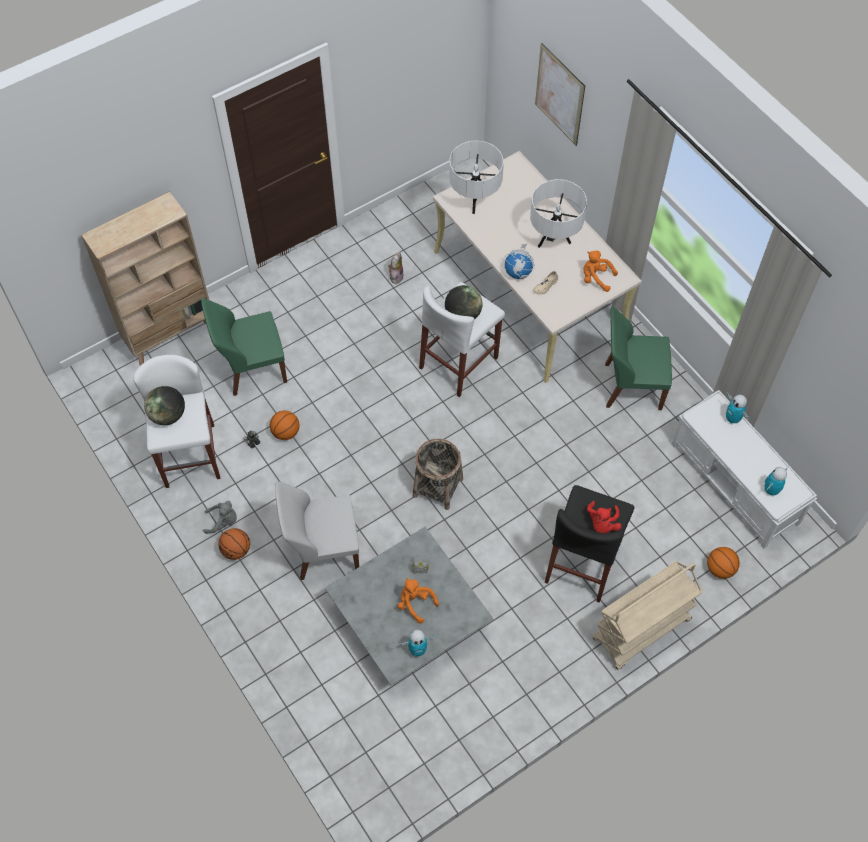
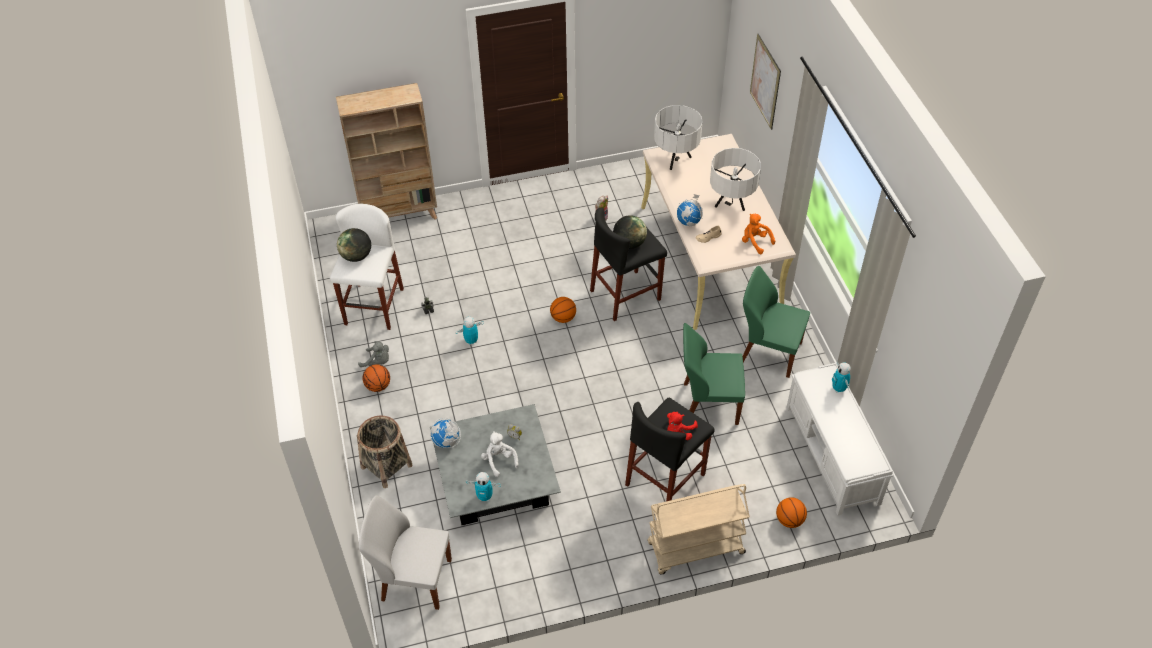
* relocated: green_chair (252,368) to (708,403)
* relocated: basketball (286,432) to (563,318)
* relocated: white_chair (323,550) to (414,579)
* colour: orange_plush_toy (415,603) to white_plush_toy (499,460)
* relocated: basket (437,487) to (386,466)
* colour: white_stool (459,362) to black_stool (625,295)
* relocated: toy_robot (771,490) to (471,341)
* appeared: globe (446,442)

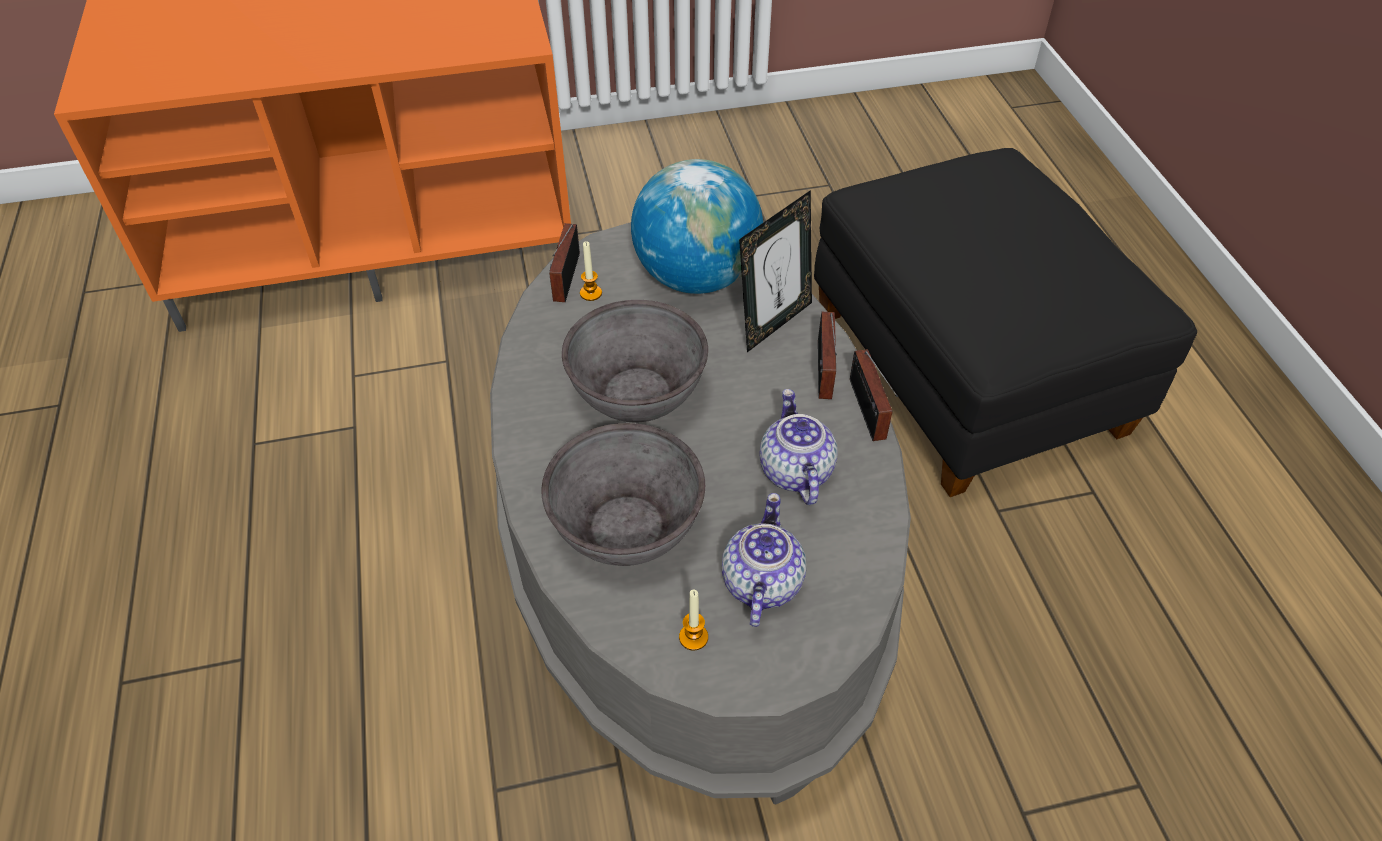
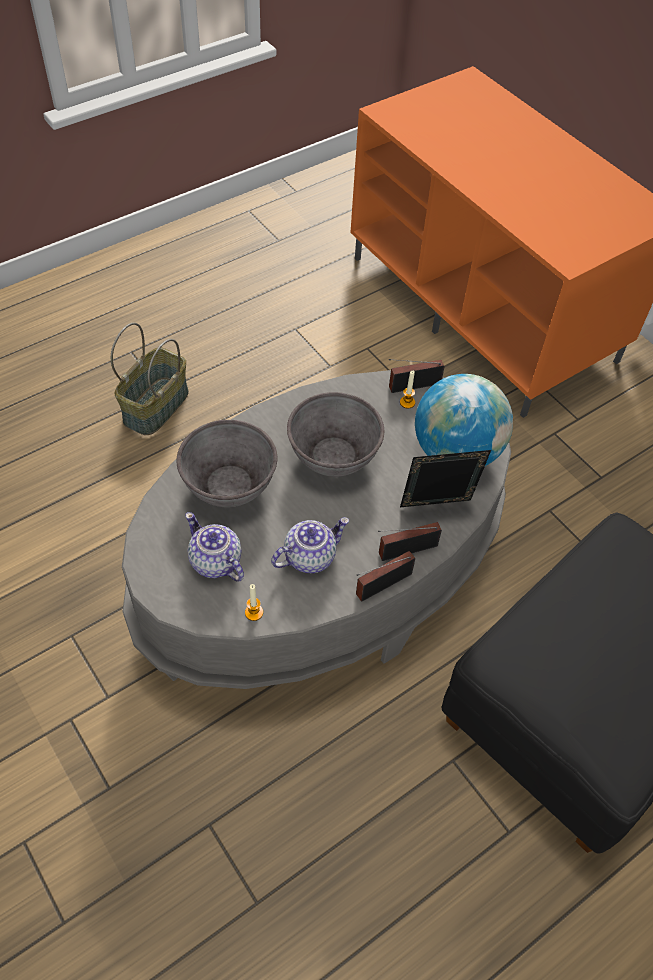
* relocated: candle (693,637) to (254,612)
* spun: teapot (760,583) = (215,562) 120 degrees counterclockwise
* spun: picture_frame (774,323) = (436,508) 150 degrees clockwise
* appeared: basket (155,405)

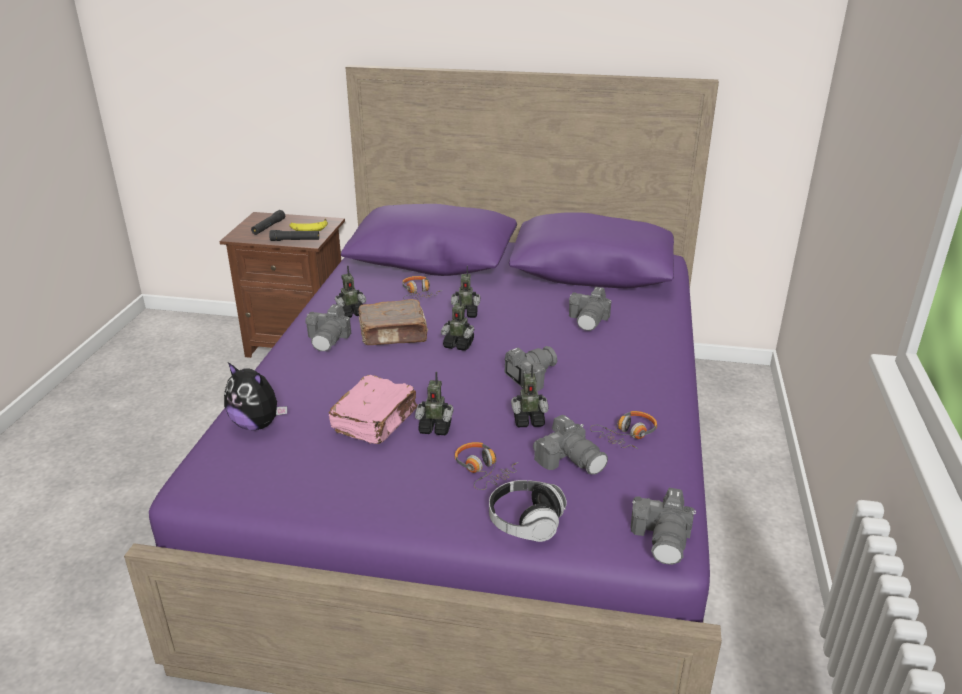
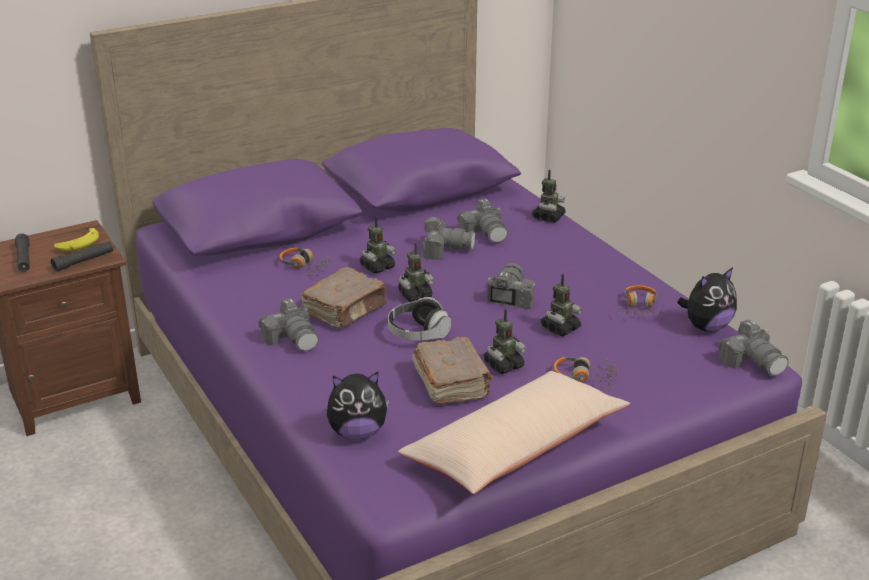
* colour: pink_book (376,421) to brown_book (451,383)
* relocated: toy_robot (351,313) to (548,217)
* relocated: headphones (525,522) to (418,333)
* relocated: photo_camera (570,460) to (445,249)
* appeared: beige_pillow (515,448)
* appeared: plush_toy (706,327)

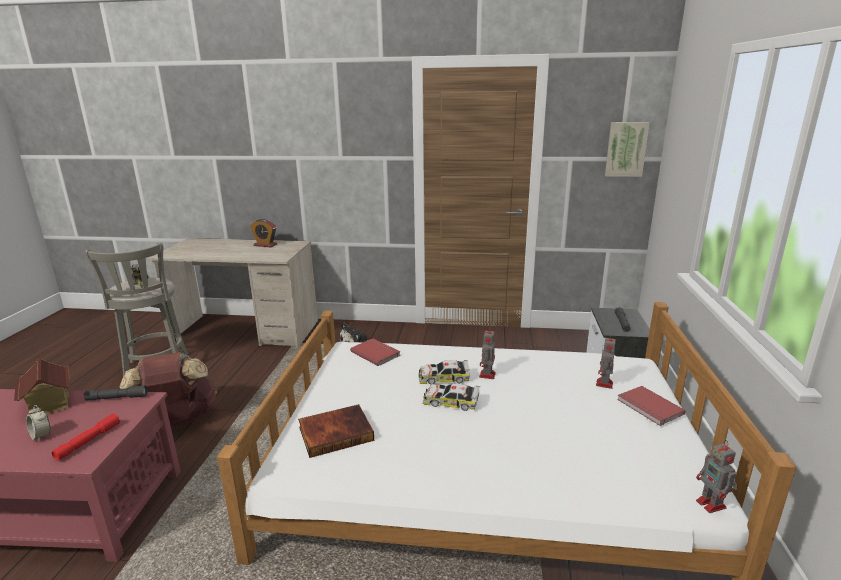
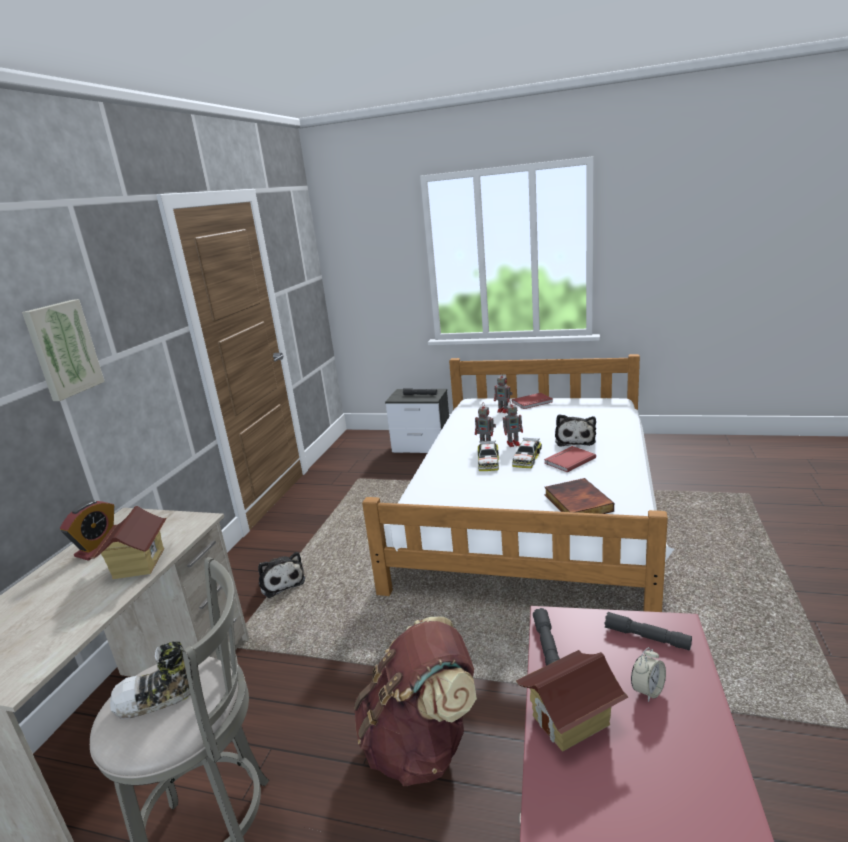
* colour: red_flashlight (88,441) to grey_flashlight (647,637)
* relocated: red_book (376,353) to (568,460)
* relocated: picture (626,149) to (62,349)
* relocated: toy_robot (712,505) to (514,443)
* appeared: toy_house (138,564)
* appeared: plush_toy (575,440)

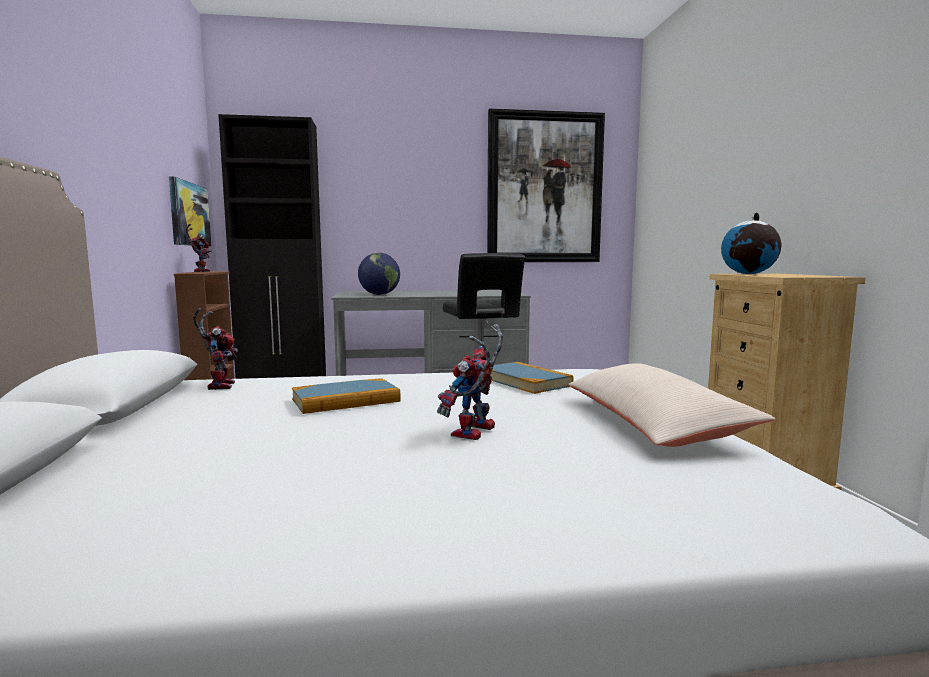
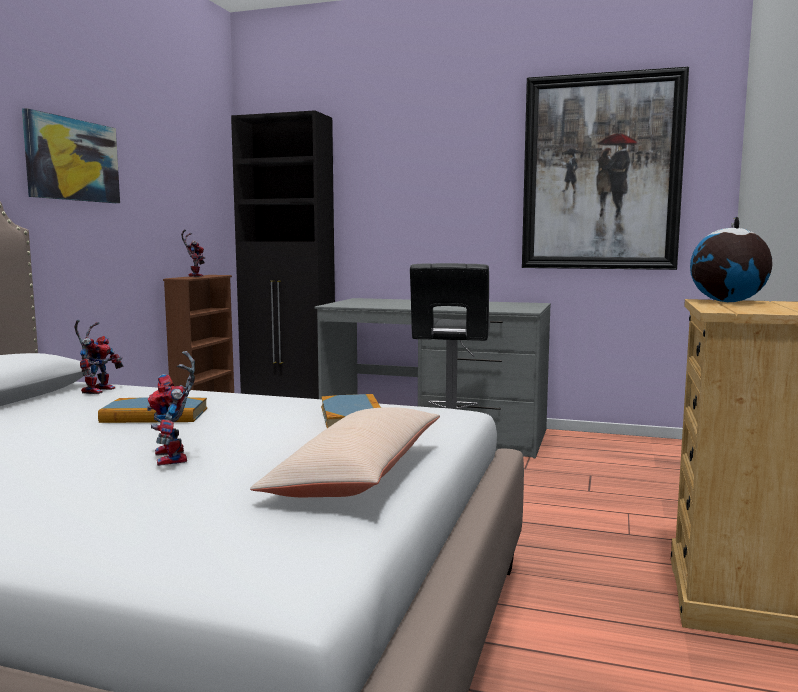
* relocated: picture (189,214) to (72,160)
* missing: globe (379,294)
* spun: toy_robot (474,433) = (175,458) 75 degrees counterclockwise

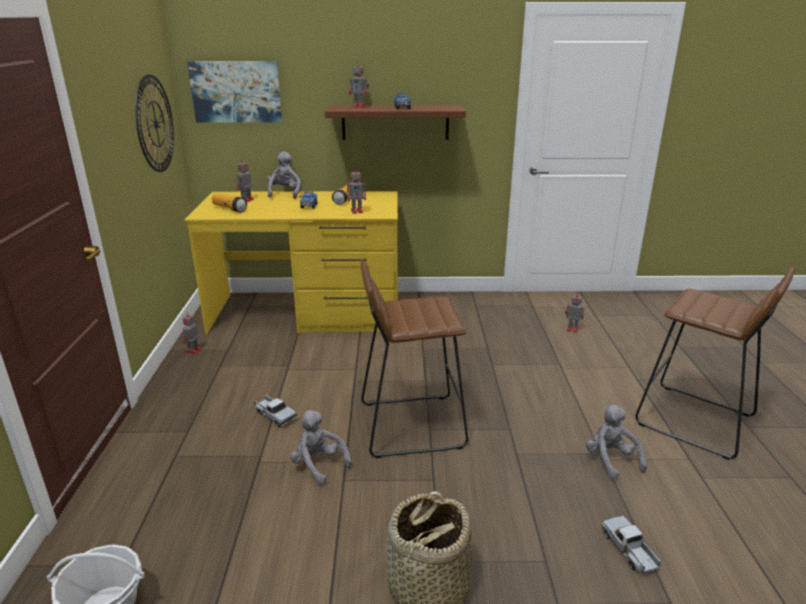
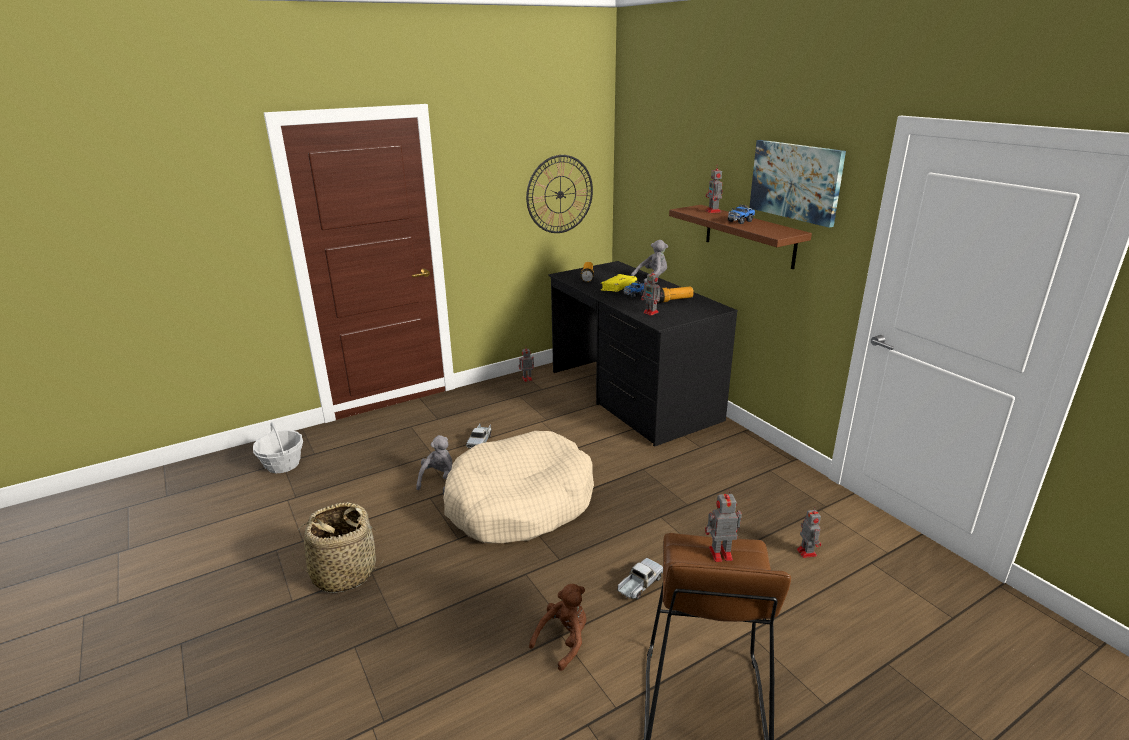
* colour: yellow_desk (307,313) to black_desk (632,395)
* relocated: picture (236,92) to (795,181)
* relocated: toy_robot (246,200) to (719,554)
* exchanged: brown_stool (410,424) to beige_dog_bed (519,503)
* colour: grey_plush_toy (611,460) to brown_plush_toy (564,641)
* relocated: toy_truck (629,550) to (639,584)
* appeared: yellow_book (618,288)

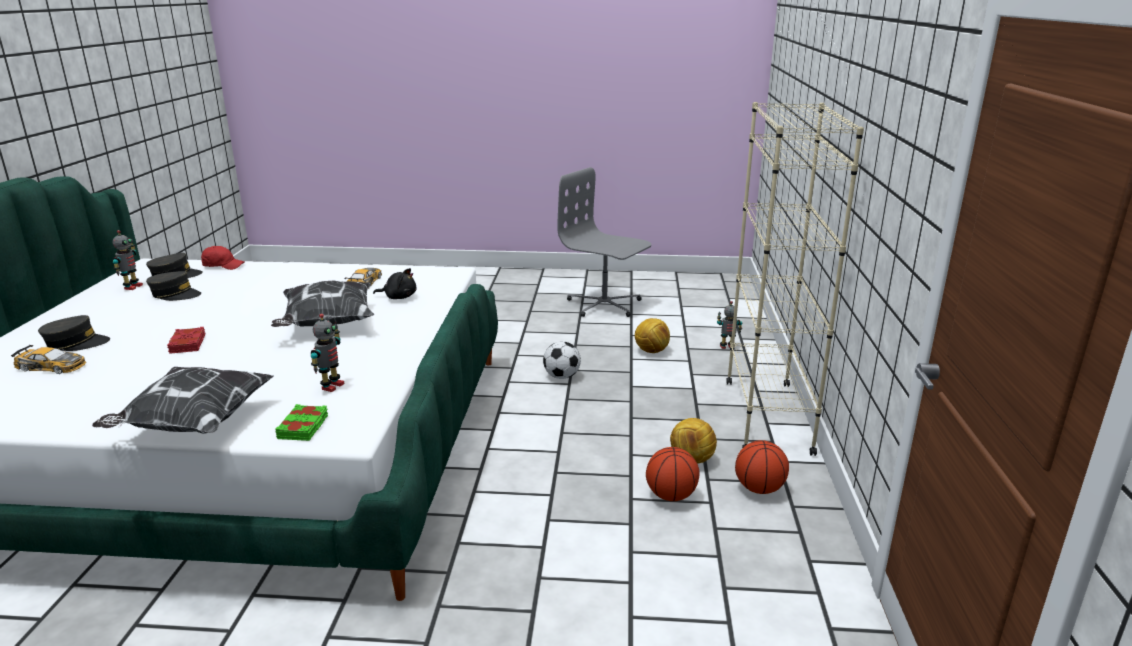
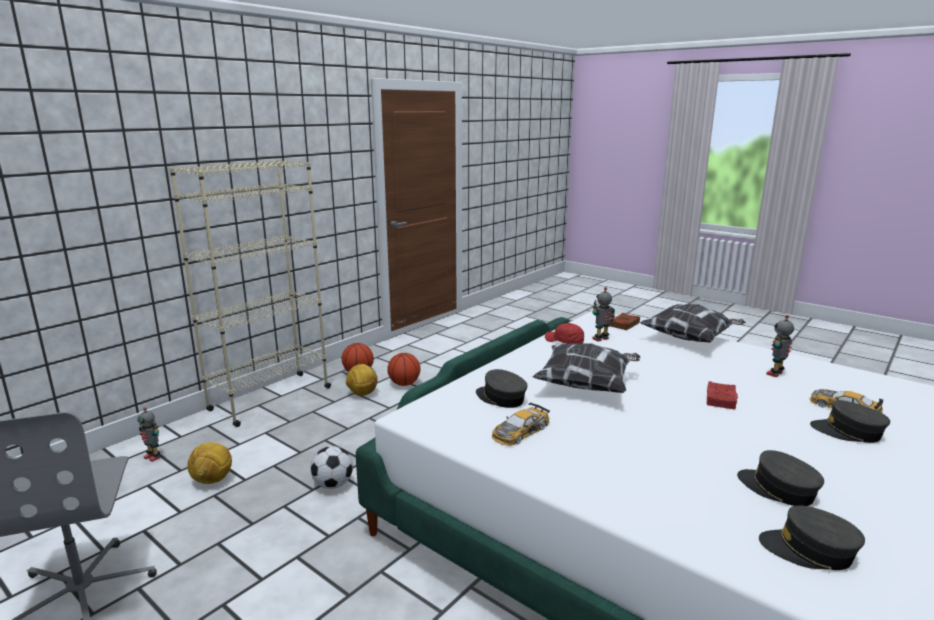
* relocated: toy_robot (132,287) to (776,374)
* relocated: red_cap (223,266) to (564,342)
* colour: green_book (304,427) to brown_book (623,324)
* exchanged: black_plush_toy (399,297) to grey_cap (501,398)

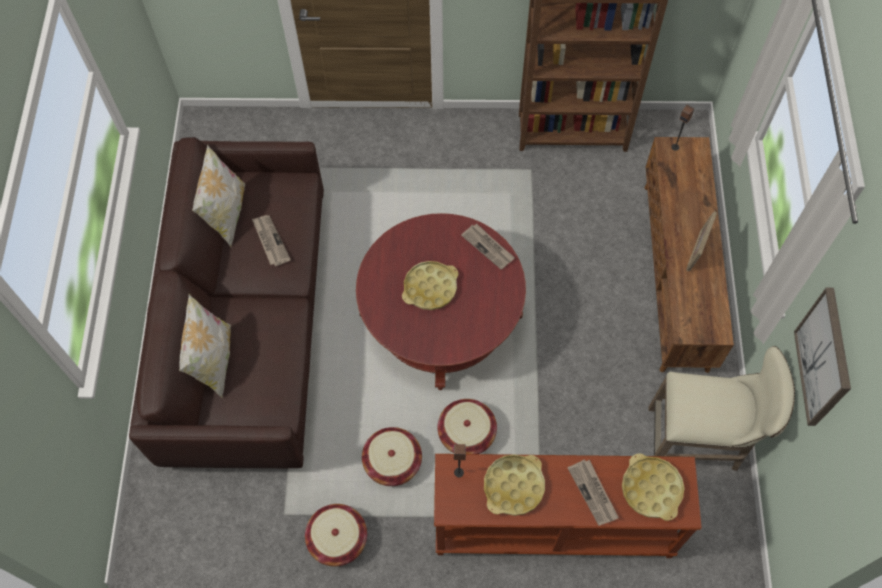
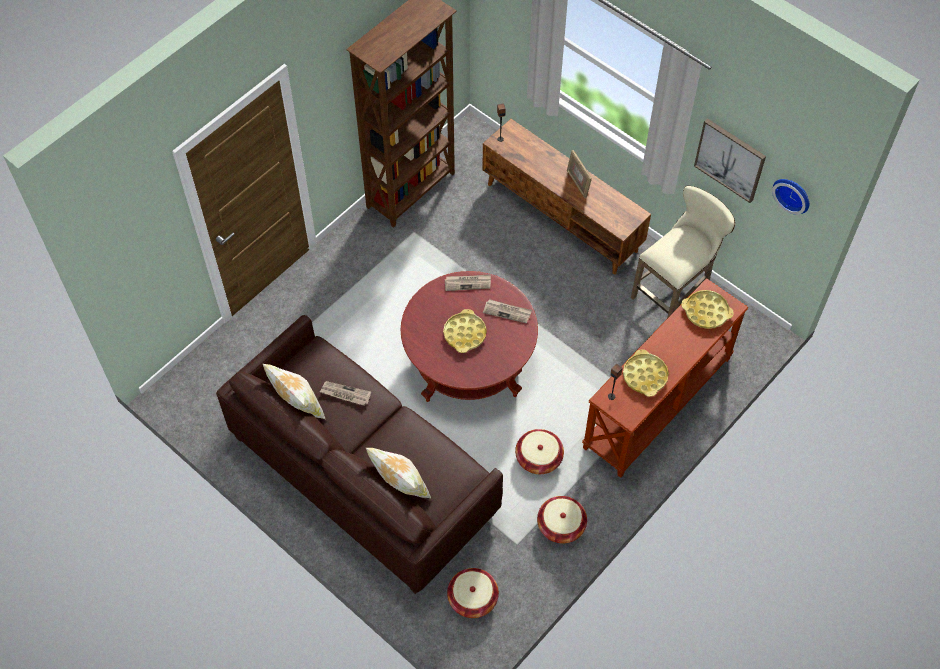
* relocated: basket (466,433) to (472,598)
* relocated: newspaper (593,493) to (507,312)
* appeared: wall_clock (793,194)

